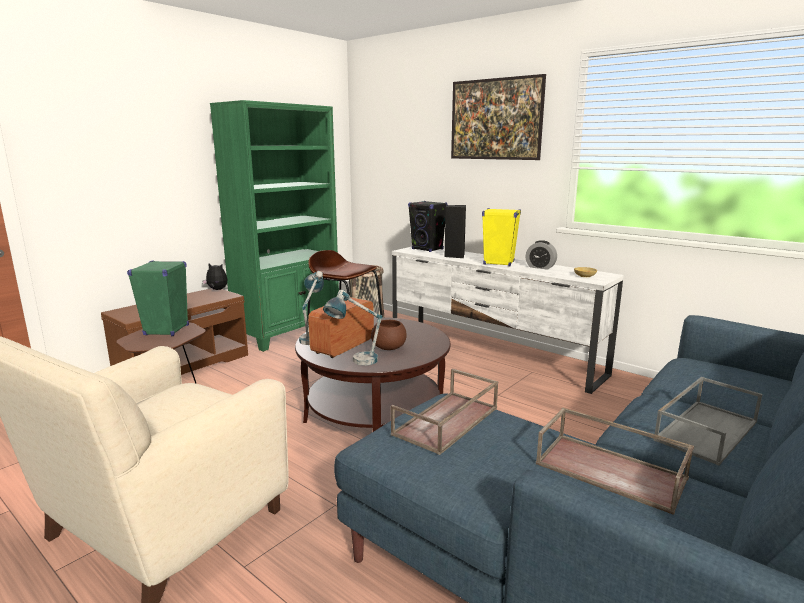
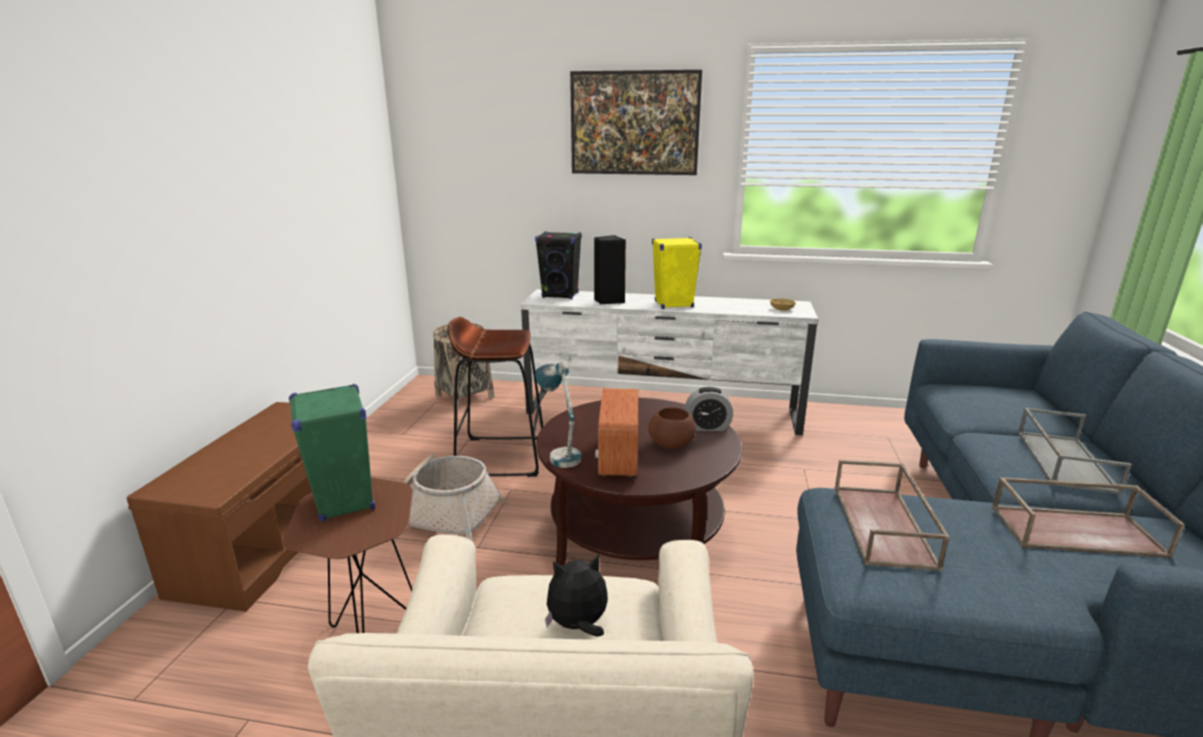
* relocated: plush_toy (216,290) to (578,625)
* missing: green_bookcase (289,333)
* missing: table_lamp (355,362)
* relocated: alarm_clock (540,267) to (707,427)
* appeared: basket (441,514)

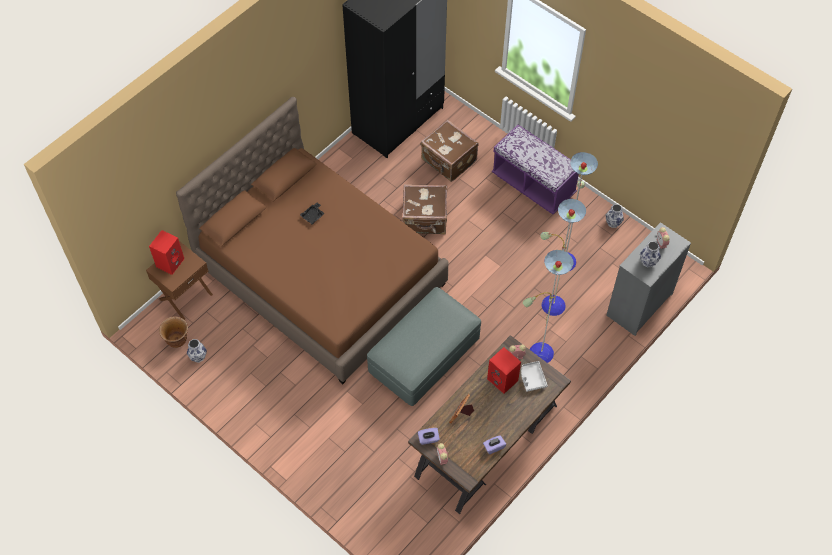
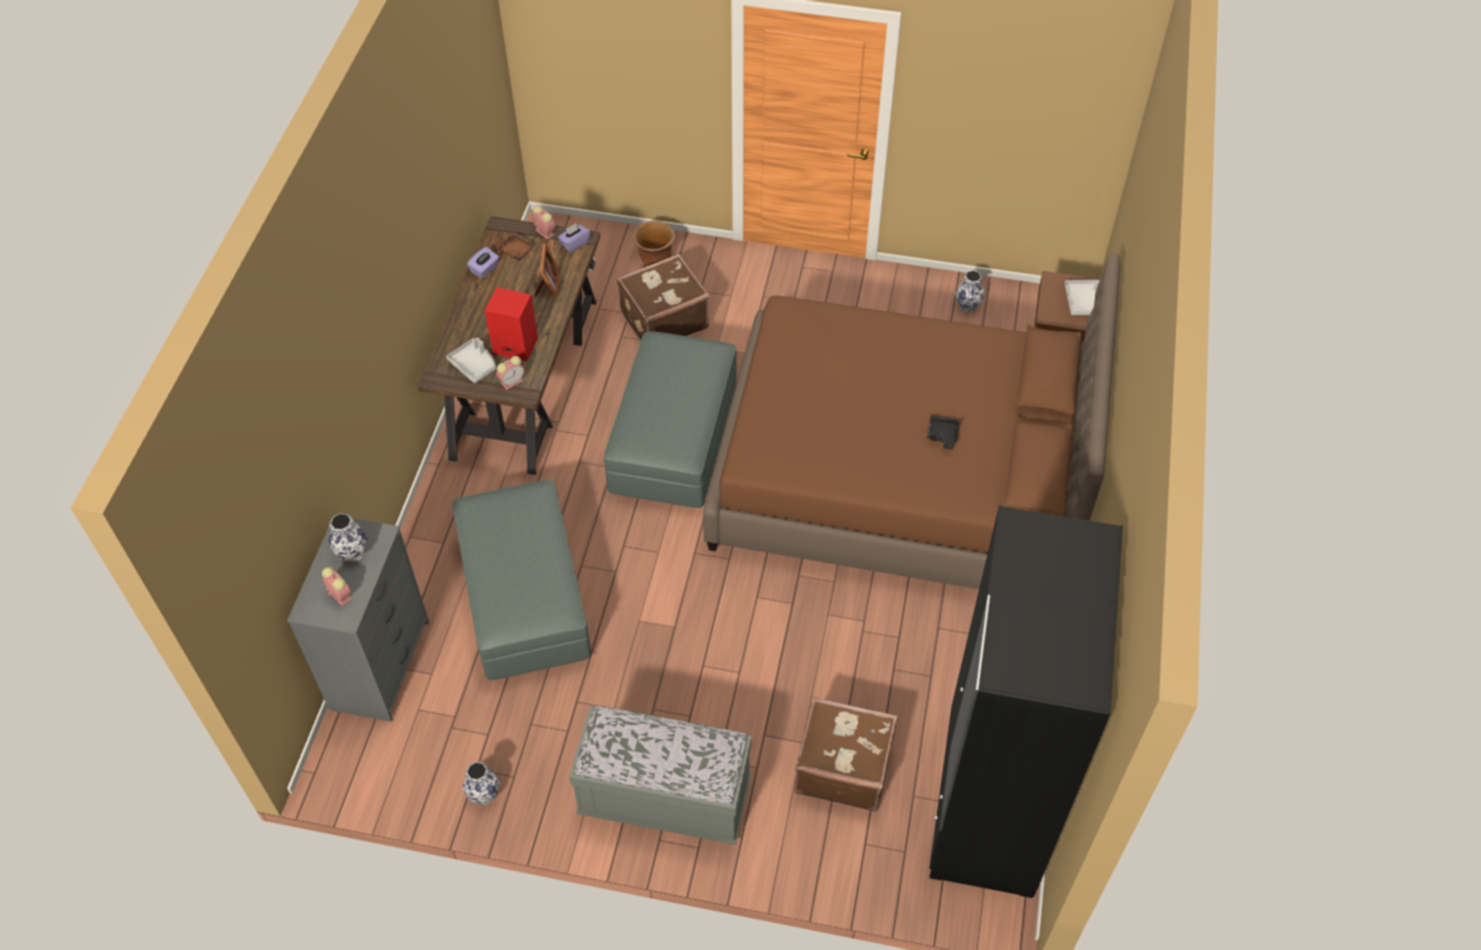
* exchanged: red_speaker (170,262) to grey_tray (1083,301)
* relocated: brown_planter (177,340) to (655,259)
* relocated: brown_suitcase (425,219) to (663,319)
* colour: purple_bench (533,184) to grey_bench (665,798)
* exchanged: floor_lamp (551,304) to grey_ottoman (525,598)
* appeared: brown_tray (514,250)

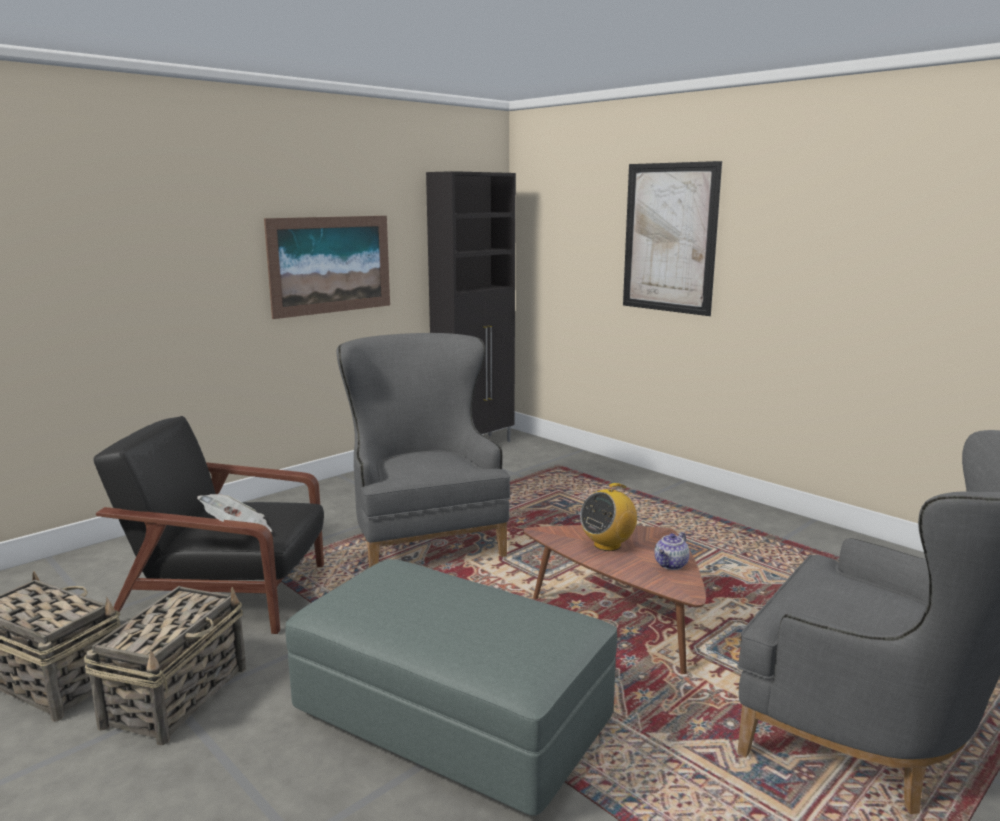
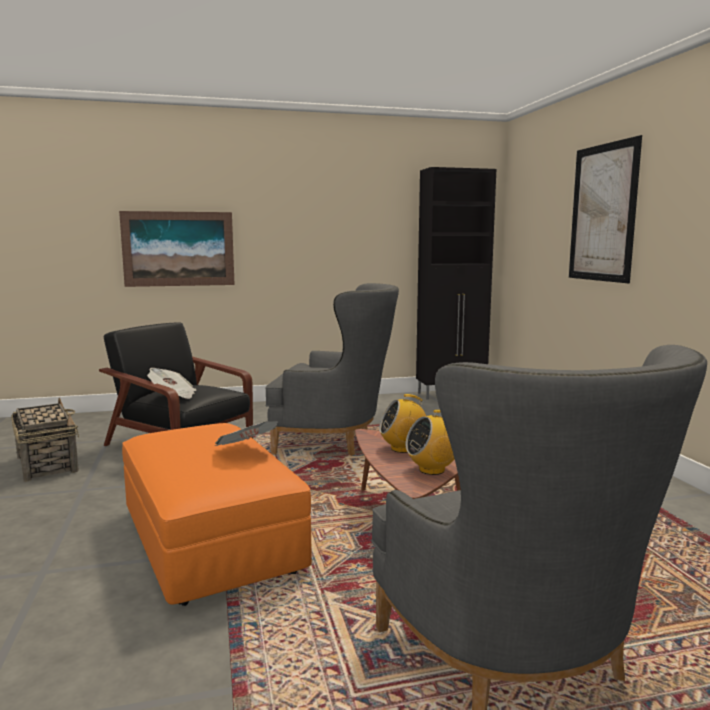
* missing: basket (178,695)
* relocated: picture (330,265) to (178,249)
* colour: grey_ottoman (452,718) to orange_ottoman (210,540)
* spun: grey_armchair (424,539) = (335,441) 90 degrees clockwise
* exchanged: teapot (671,565) to radio (432,470)
* appeared: newspaper (246,450)

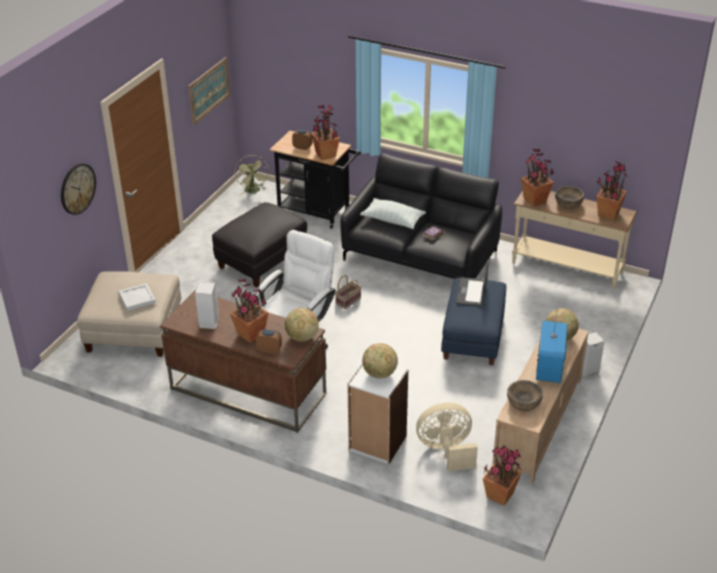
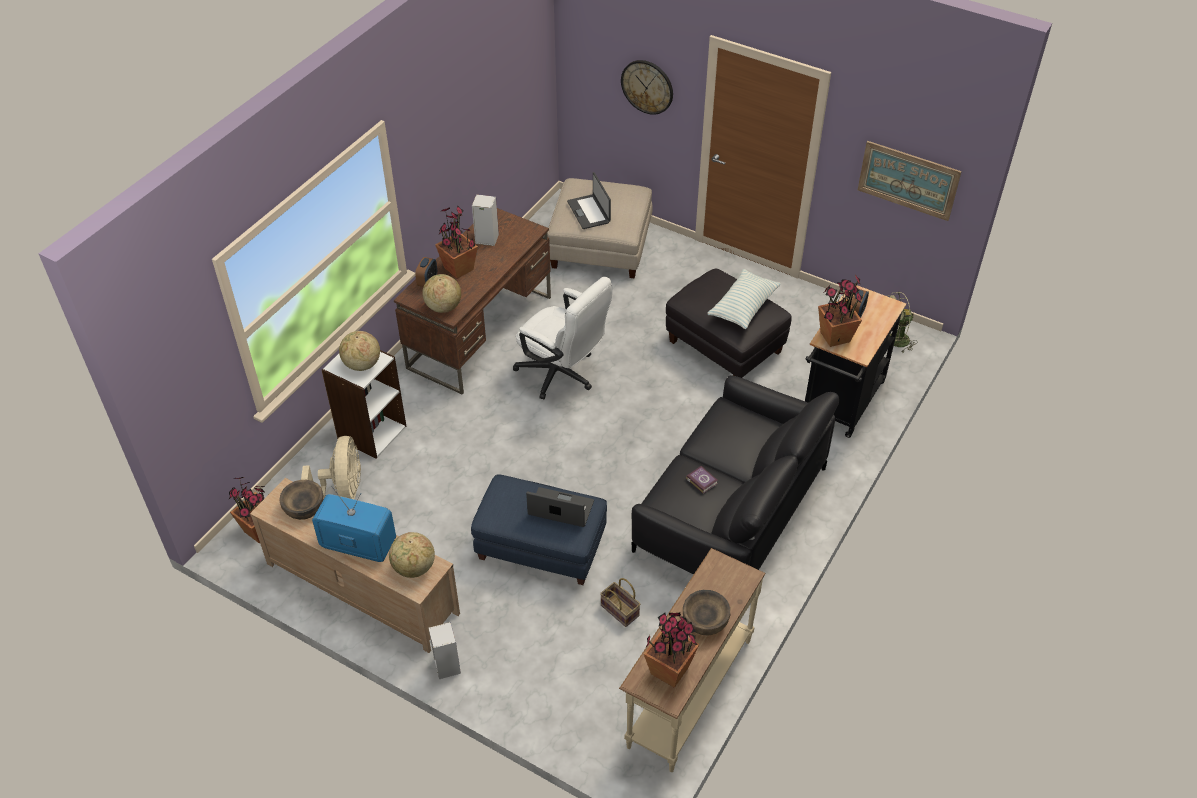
* exchanged: white_tray (137,298) to laptop (589,212)
* relocated: basket (348,300) to (621,610)
* relocated: pillow (393,220) to (743,307)
* missing: potted_plant (535,200)

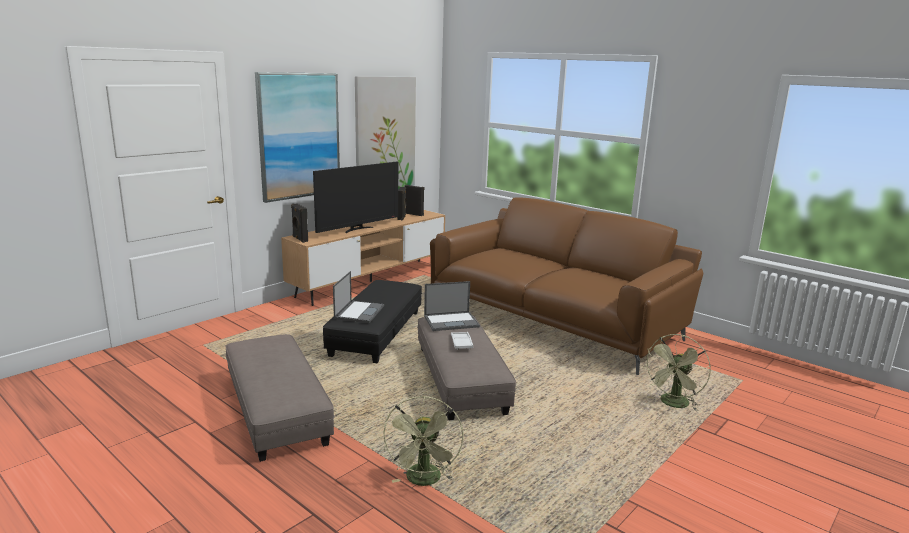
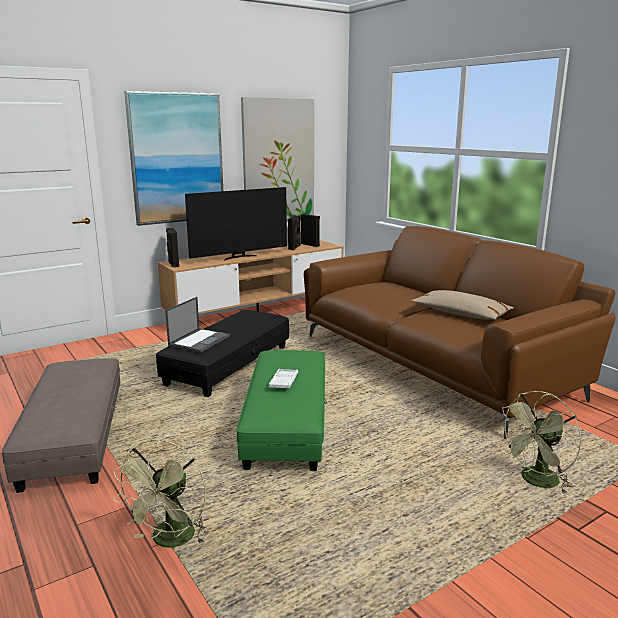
* colour: grey_ottoman (460,379) to green_ottoman (287,423)
* missing: laptop (452,321)
* appeared: beige_pillow (460,314)

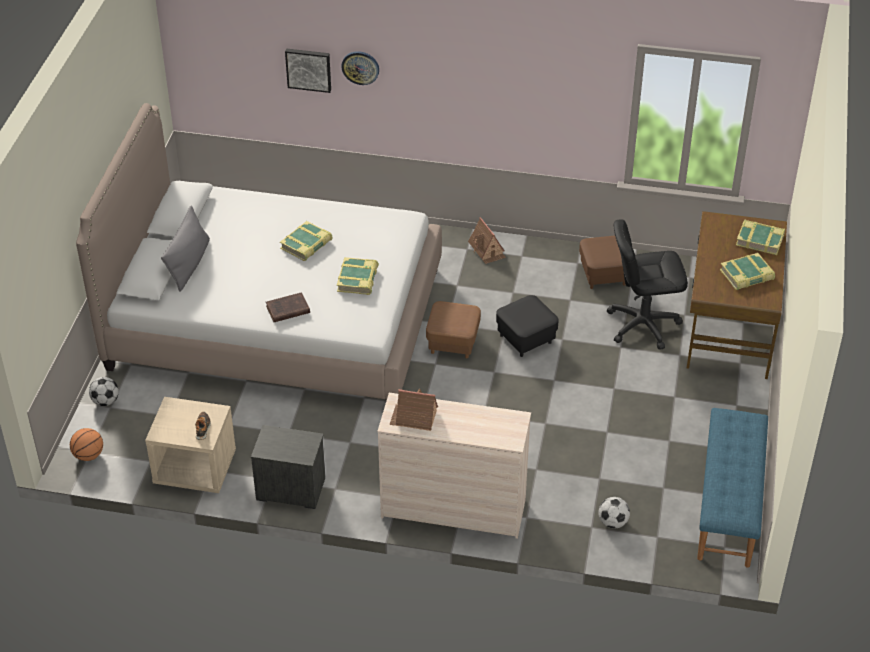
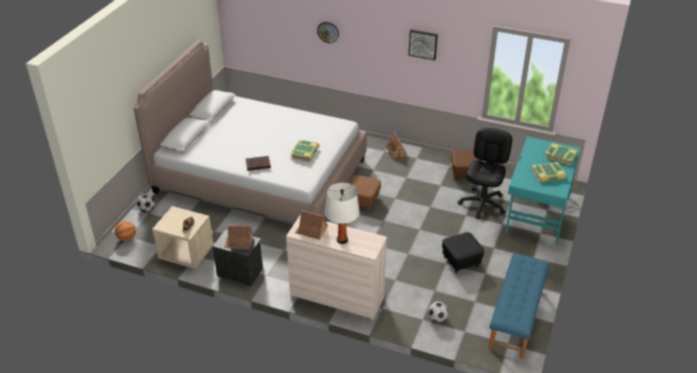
* missing: grey_pillow (189,264)
* missing: book (306,245)
* relocated: picture (309,69) to (423,44)
* relocated: black_ottoman (526,339) to (461,261)
* spun: black_office_chair (642,324) = (482,204) 105 degrees clockwise
* colour: brown_desk (729,332) to turquoise_desk (537,214)
* appeared: toy_house (239,242)
* appeared: white_table_lamp (342,240)

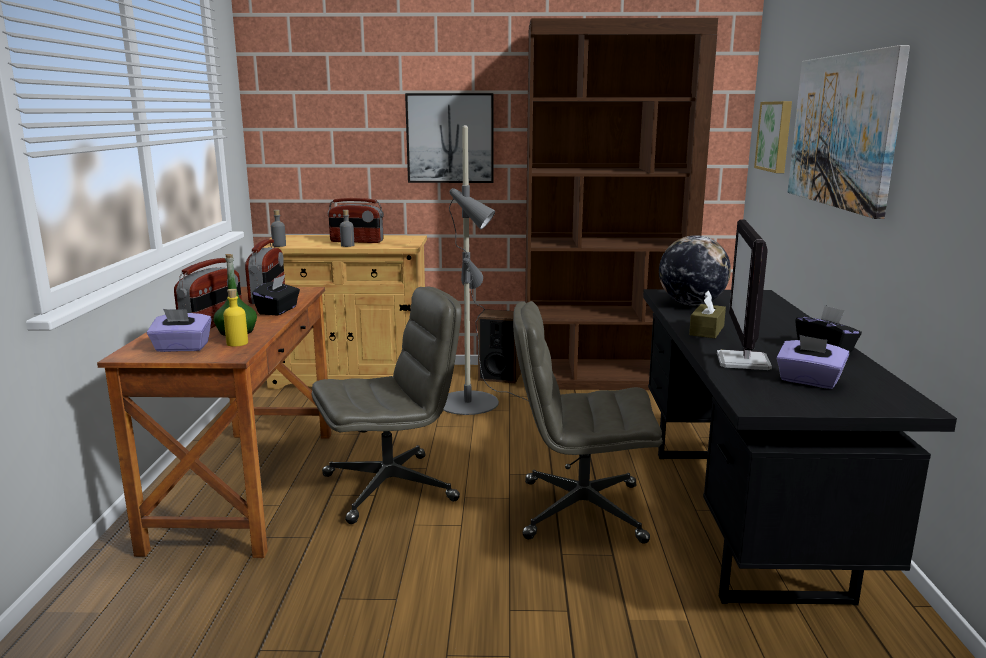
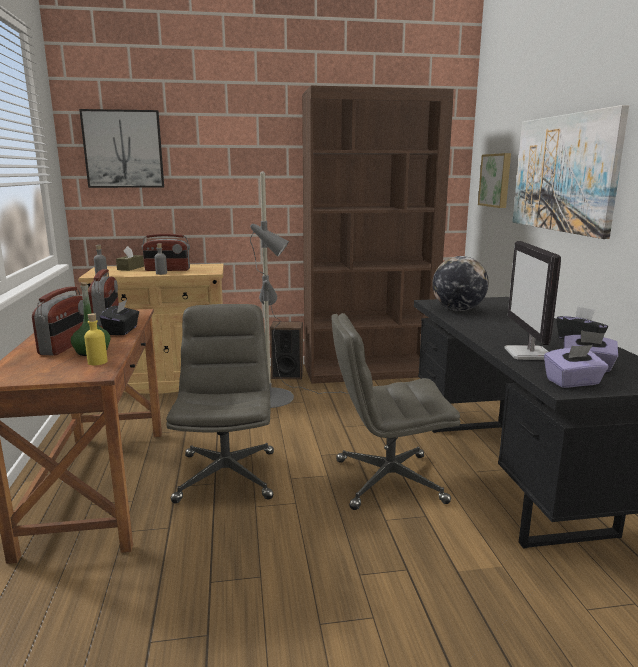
* relocated: purple_tissue_box (182,348) to (573,382)
* spun: grey_office_chair (391,487) = (226,475) 60 degrees counterclockwise
* relocated: picture (450,138) to (123,149)
* relocated: brown_tissue_box (706,330) to (130,268)

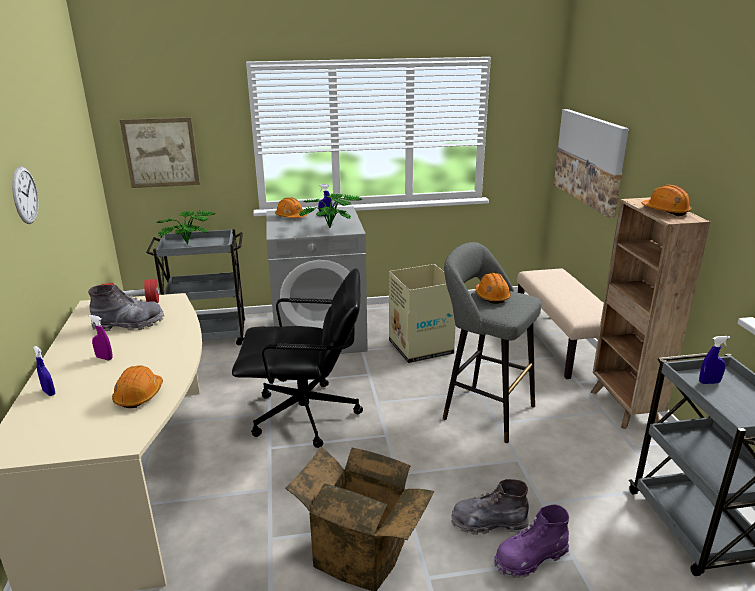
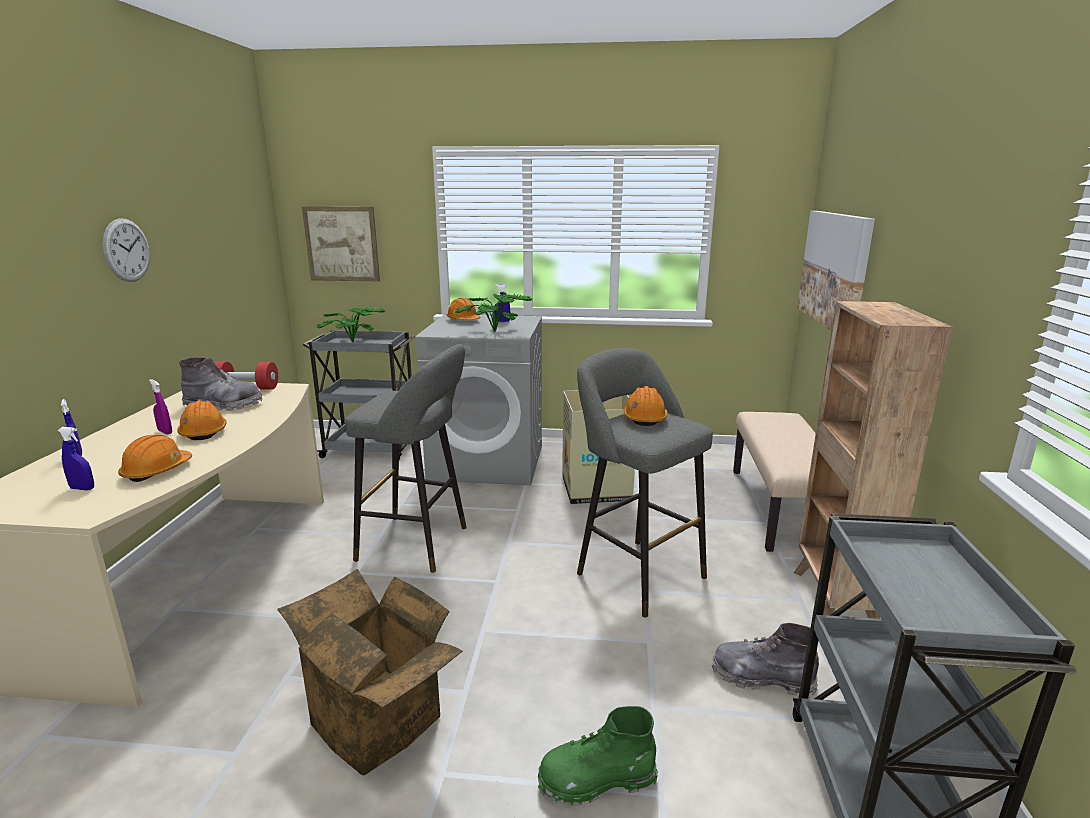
* exchanged: black_office_chair (306,415) to grey_stool (419,544)
* relocated: grey_boot (488,522) to (762,677)
* colour: purple_boot (530,558) to green_boot (596,780)
* relocated: orange_hard_hat (665,211) to (204,432)
* relocated: blue_spray_bottle (709,382) to (82,488)

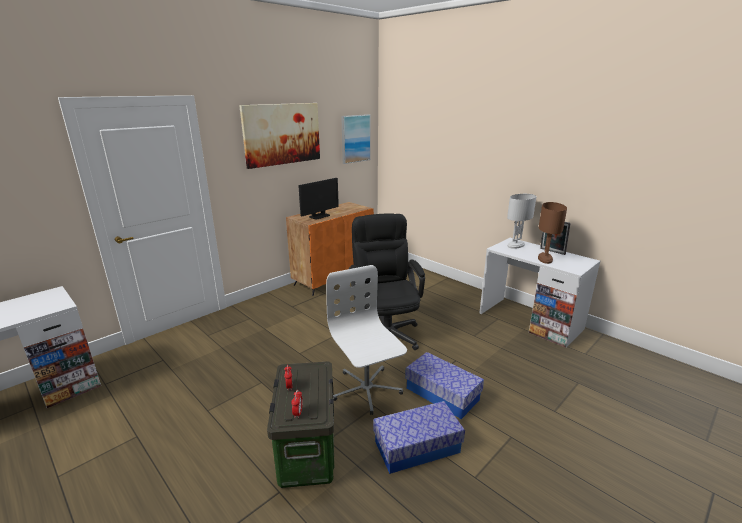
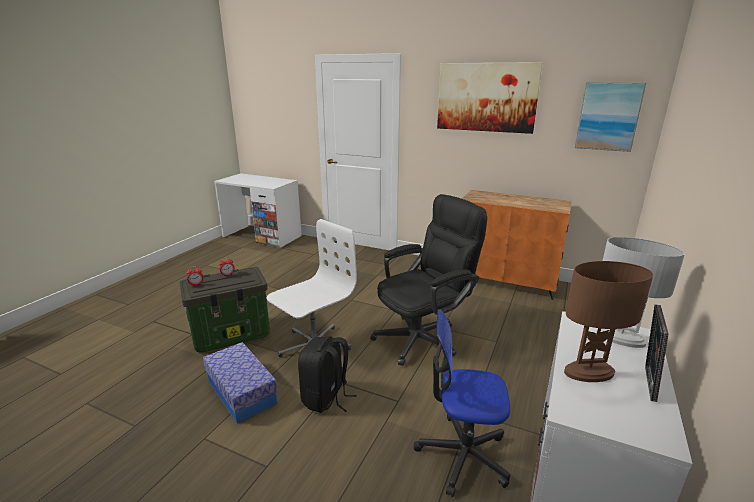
* missing: monitor (319,216)
* exchanged: storage_box (442,394) to black_backpack (326,398)
* appeared: office_chair (462,455)

